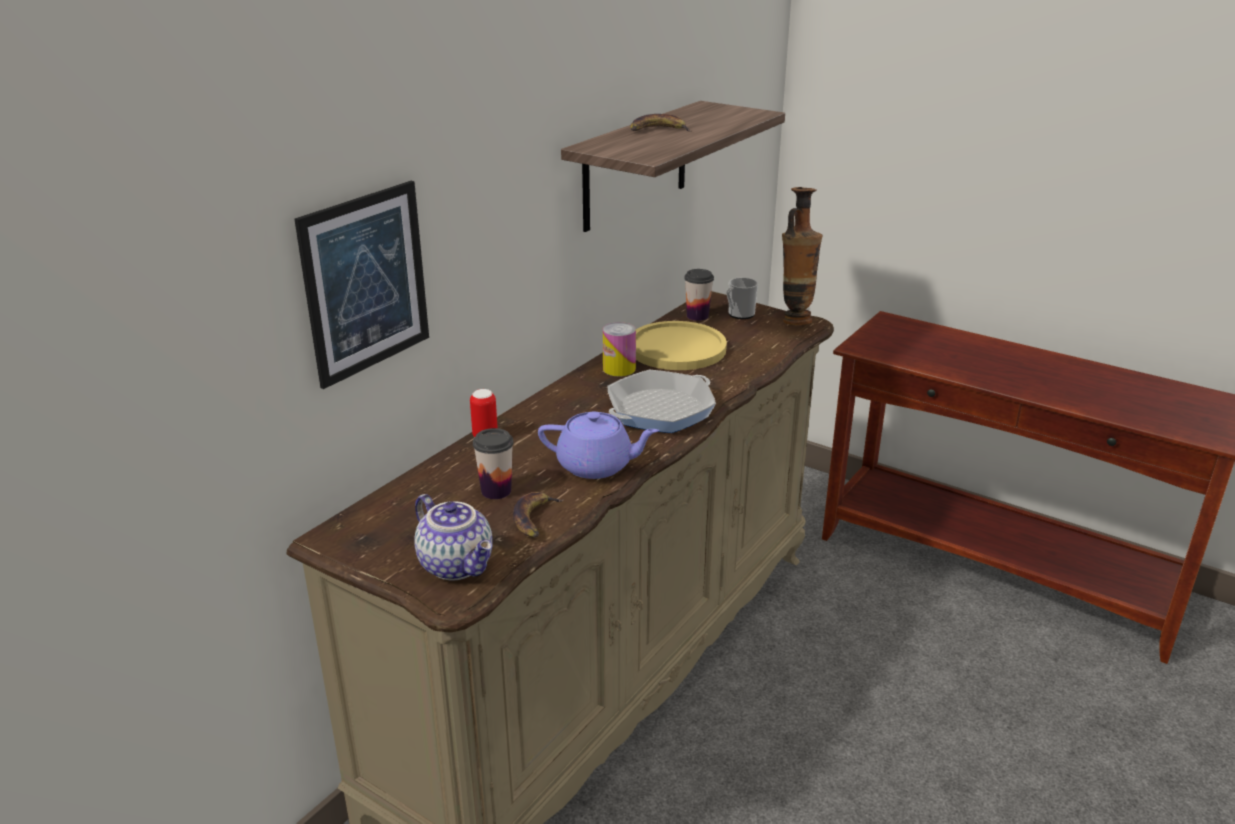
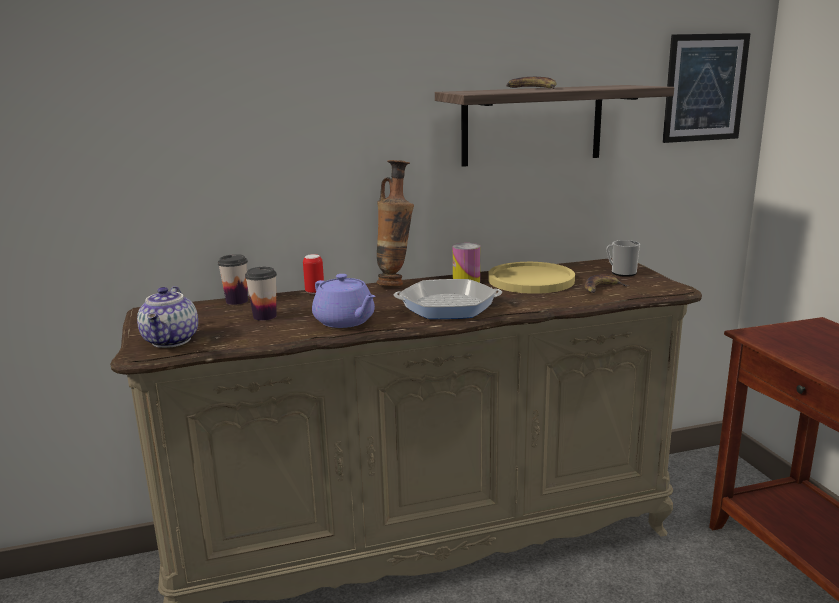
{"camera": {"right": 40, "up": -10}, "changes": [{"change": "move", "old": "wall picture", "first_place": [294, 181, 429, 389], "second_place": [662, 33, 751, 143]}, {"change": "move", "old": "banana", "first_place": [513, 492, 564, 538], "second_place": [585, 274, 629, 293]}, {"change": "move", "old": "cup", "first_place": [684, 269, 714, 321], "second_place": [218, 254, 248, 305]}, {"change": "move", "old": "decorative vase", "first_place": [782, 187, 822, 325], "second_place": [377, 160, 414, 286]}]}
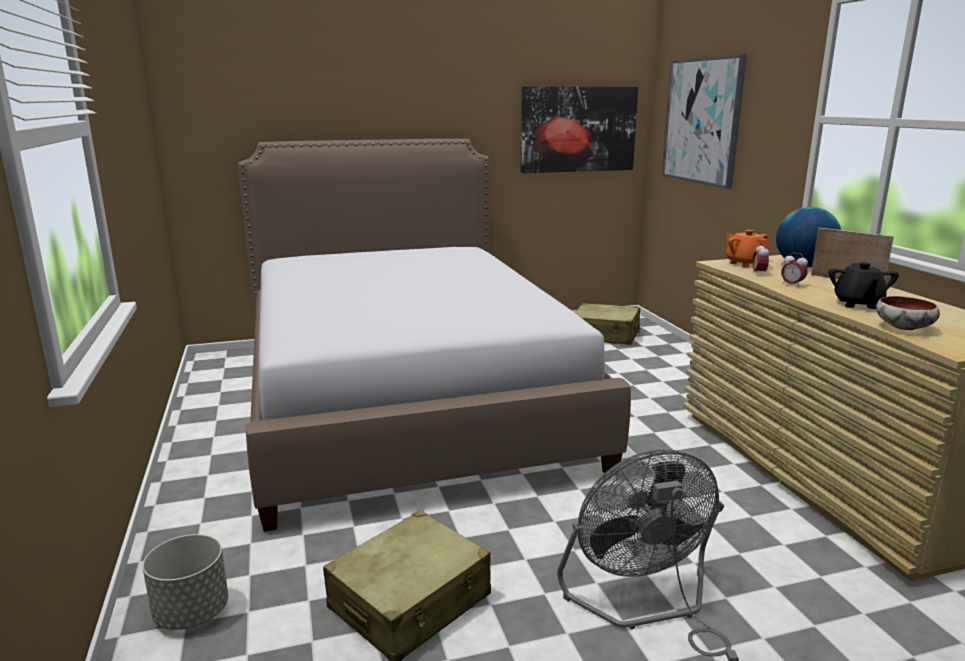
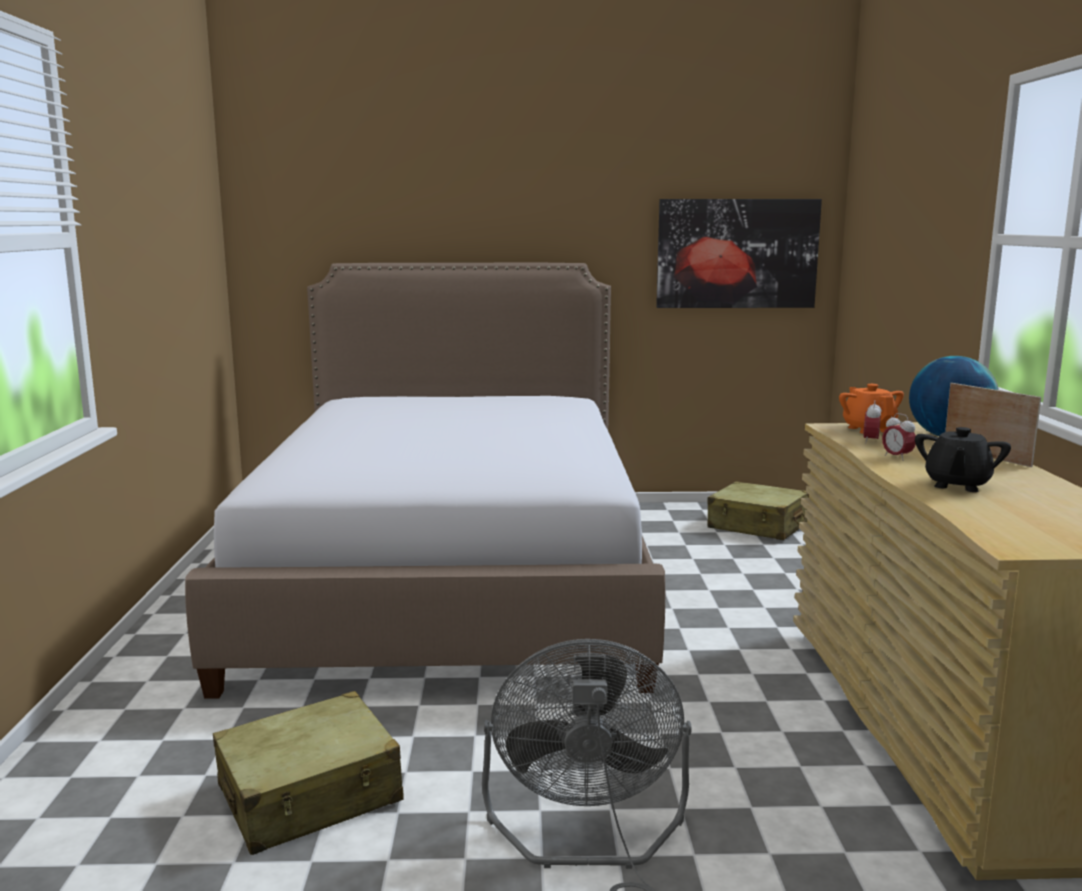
{"camera": {"right": 15, "up": -5}, "changes": [{"change": "delete", "old": "planter (gray)", "first_place": [142, 534, 228, 630]}, {"change": "delete", "old": "wall picture", "first_place": [662, 54, 747, 189]}, {"change": "delete", "old": "deep dish", "first_place": [877, 296, 940, 330]}]}
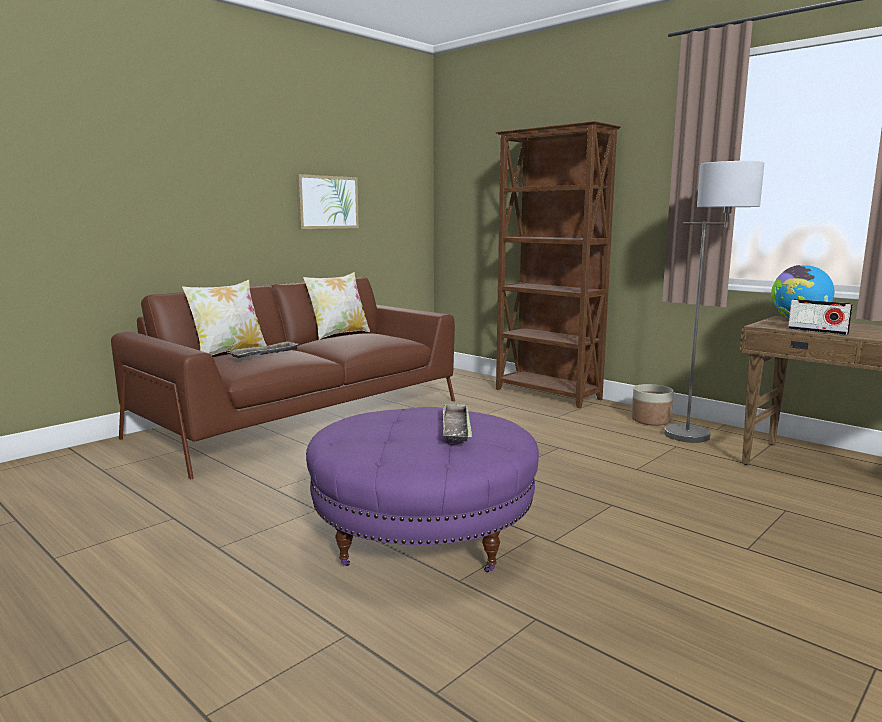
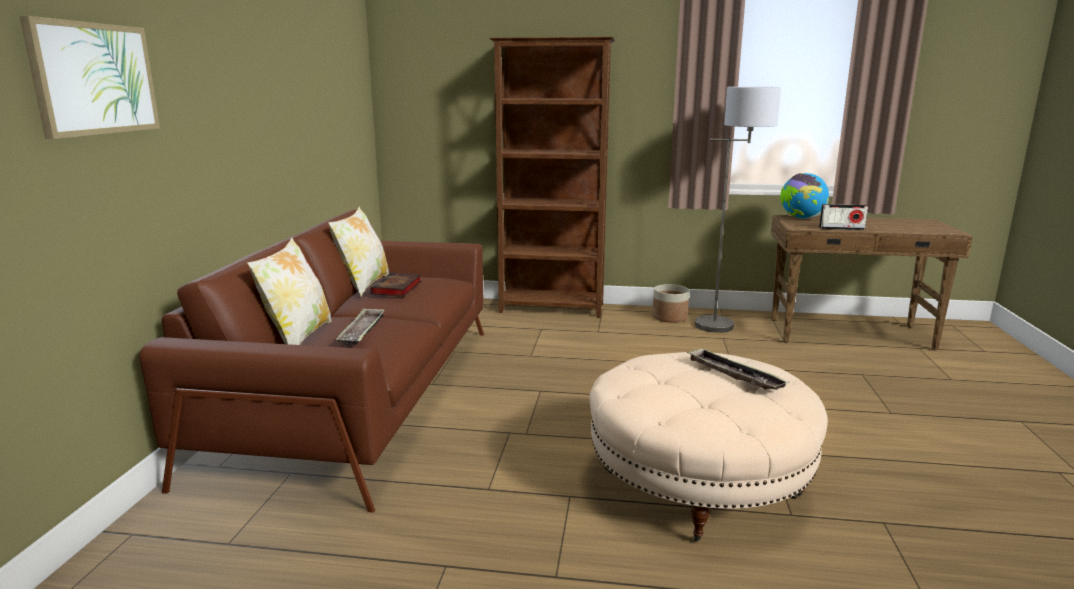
{"camera": {"right": -35, "up": 5}, "changes": [{"change": "move", "old": "wall picture", "first_place": [296, 174, 359, 229], "second_place": [20, 16, 160, 139]}, {"change": "recolor", "old": "ottoman (purplish)", "new": "ottoman (sand-coloured)", "first_place": [306, 407, 539, 572], "second_place": [590, 352, 828, 542]}, {"change": "insert", "new": "book", "second_place": [370, 273, 422, 297]}]}
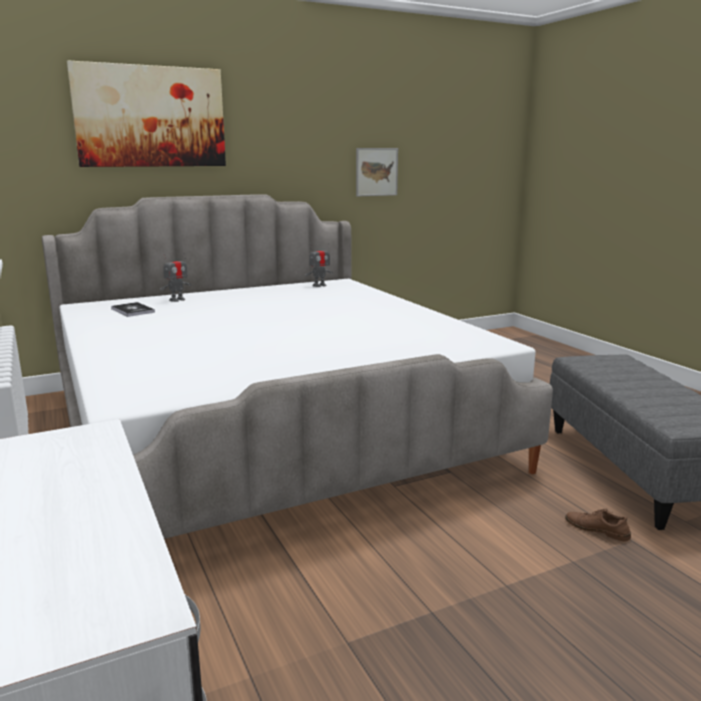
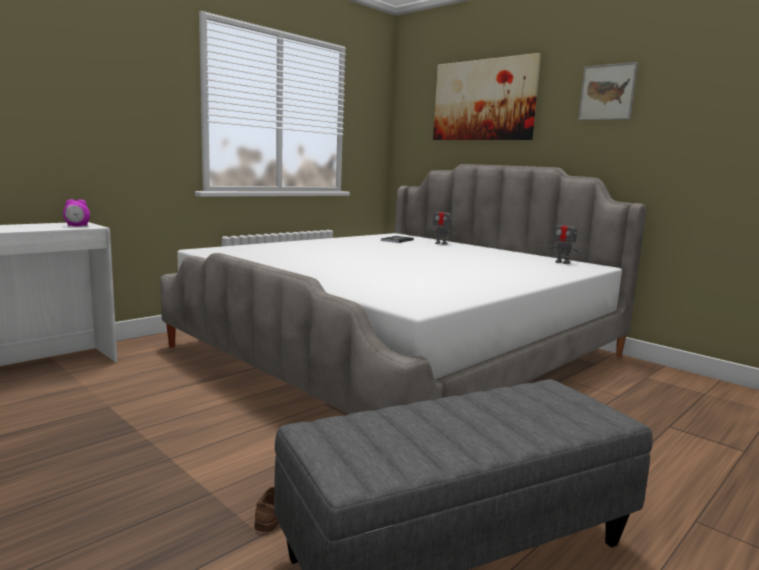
{"camera": {"right": 70, "up": -5}, "changes": [{"change": "move", "old": "wall picture", "first_place": [356, 148, 398, 197], "second_place": [578, 62, 638, 121]}, {"change": "insert", "new": "bedside clock", "second_place": [63, 199, 90, 226]}]}
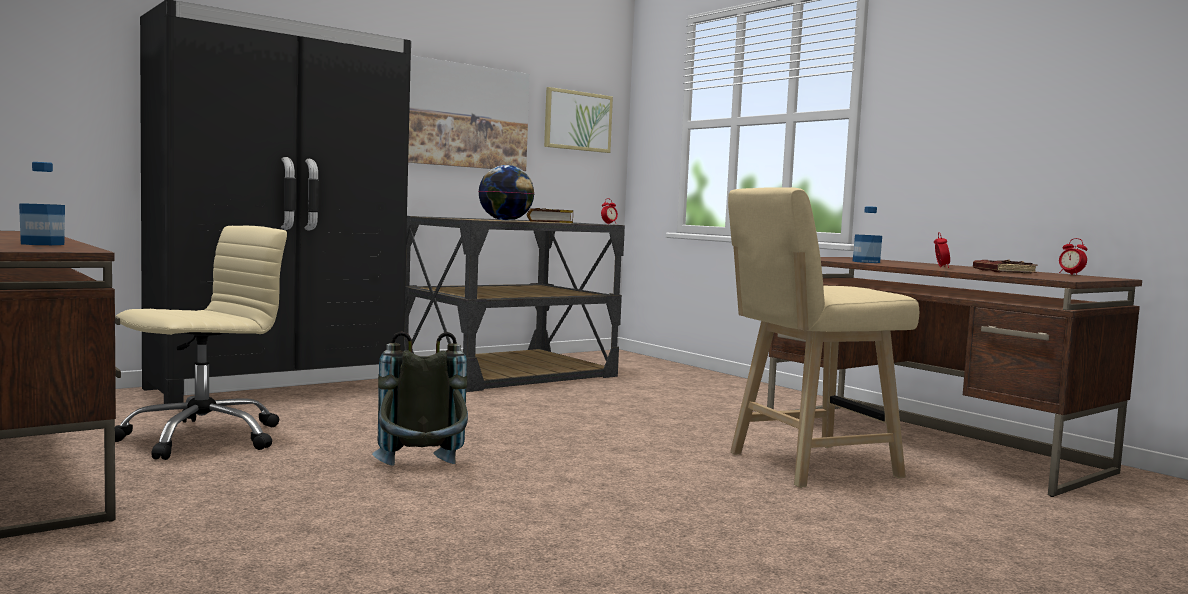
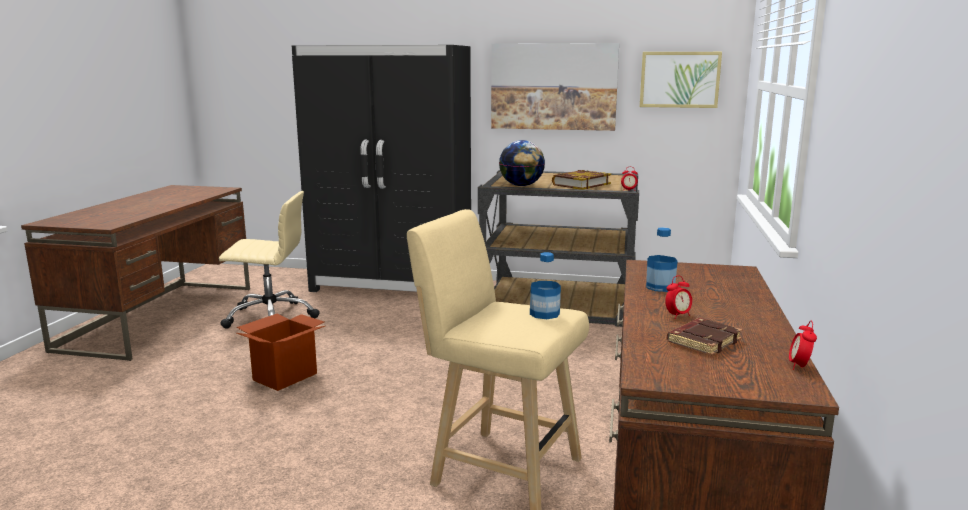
{"camera": {"right": 50, "up": 10}, "changes": [{"change": "move", "old": "beverage bottle", "first_place": [19, 162, 65, 245], "second_place": [530, 252, 561, 319]}, {"change": "replace", "old": "backpack (gray)", "new": "packing box", "first_place": [372, 332, 468, 465], "second_place": [237, 314, 325, 391]}]}
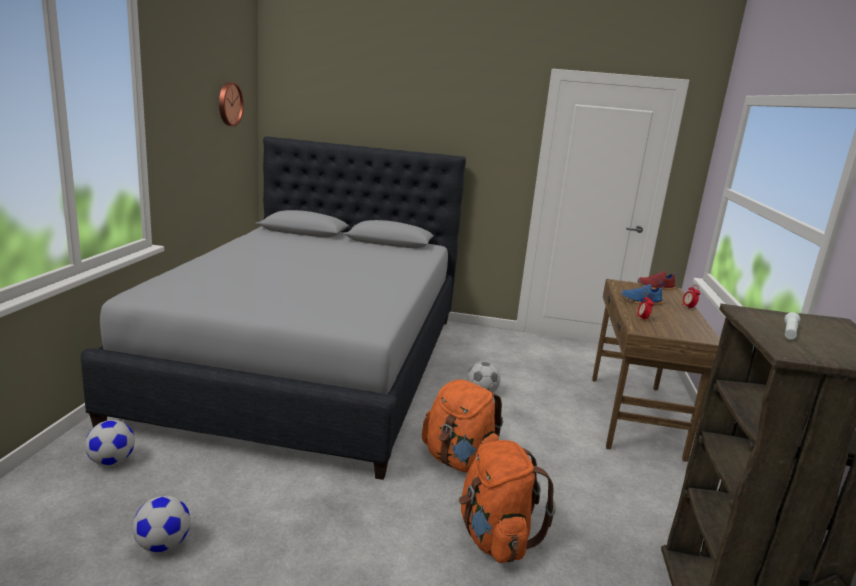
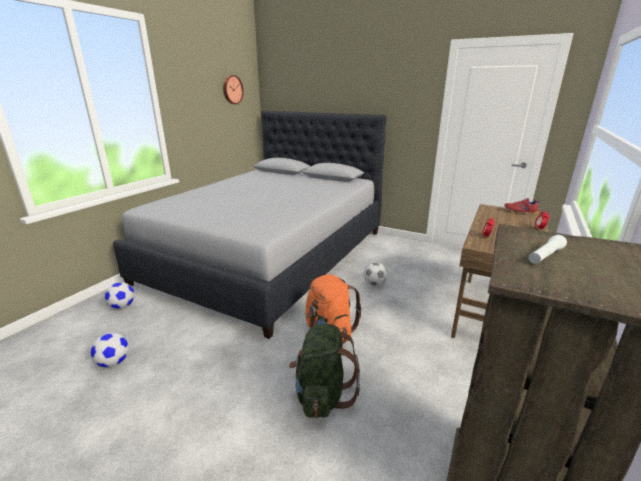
{"camera": {"right": 20, "up": 5}, "changes": [{"change": "recolor", "old": "backpack (orange)", "new": "backpack (greenish)", "first_place": [459, 440, 556, 563], "second_place": [289, 324, 360, 418]}, {"change": "delete", "old": "shoe (bluish)", "first_place": [621, 284, 665, 305]}]}
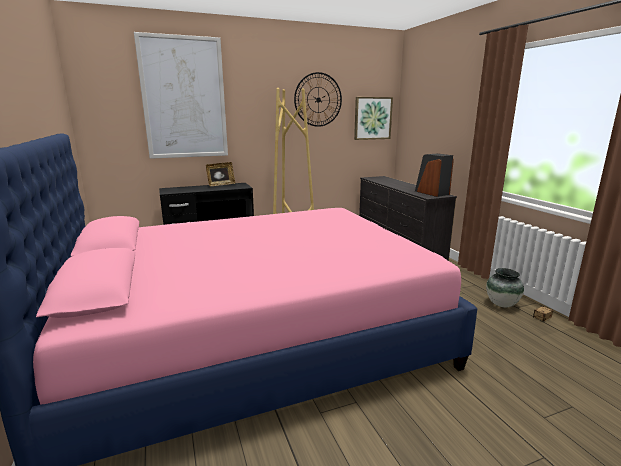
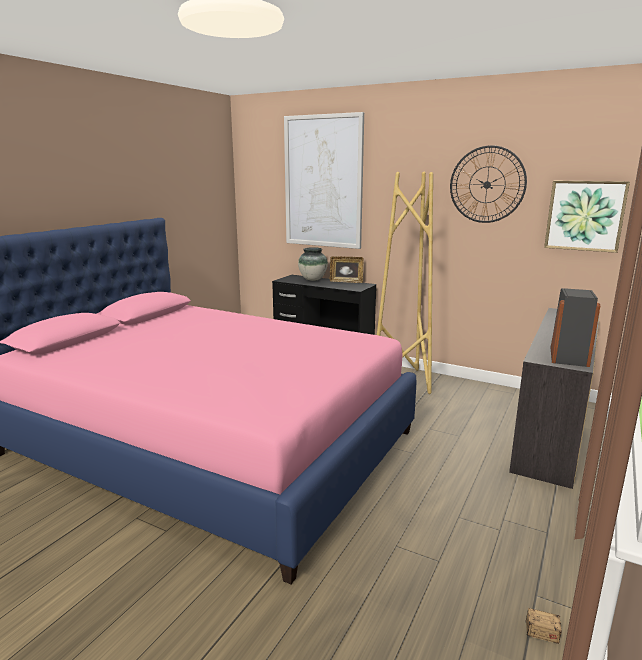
{"camera": {"right": 50, "up": 0}, "changes": [{"change": "move", "old": "decorative vase", "first_place": [486, 268, 524, 307], "second_place": [298, 247, 328, 281]}]}
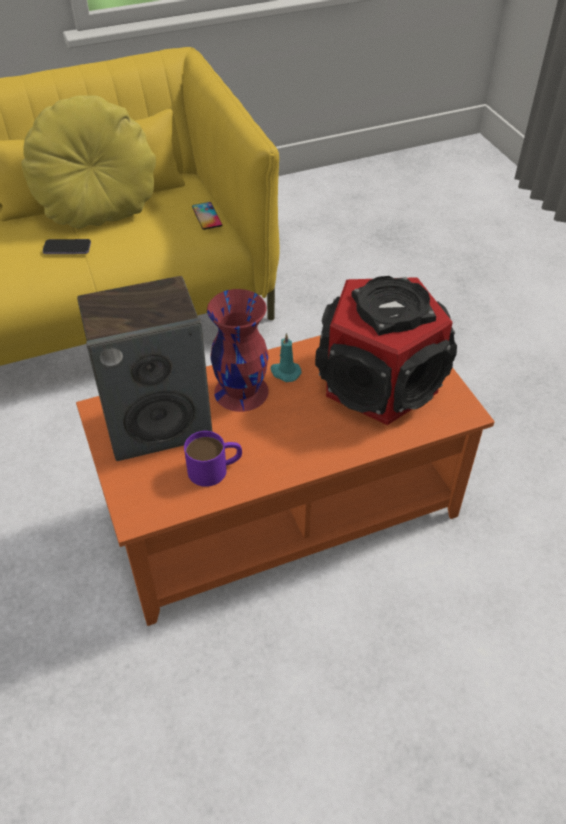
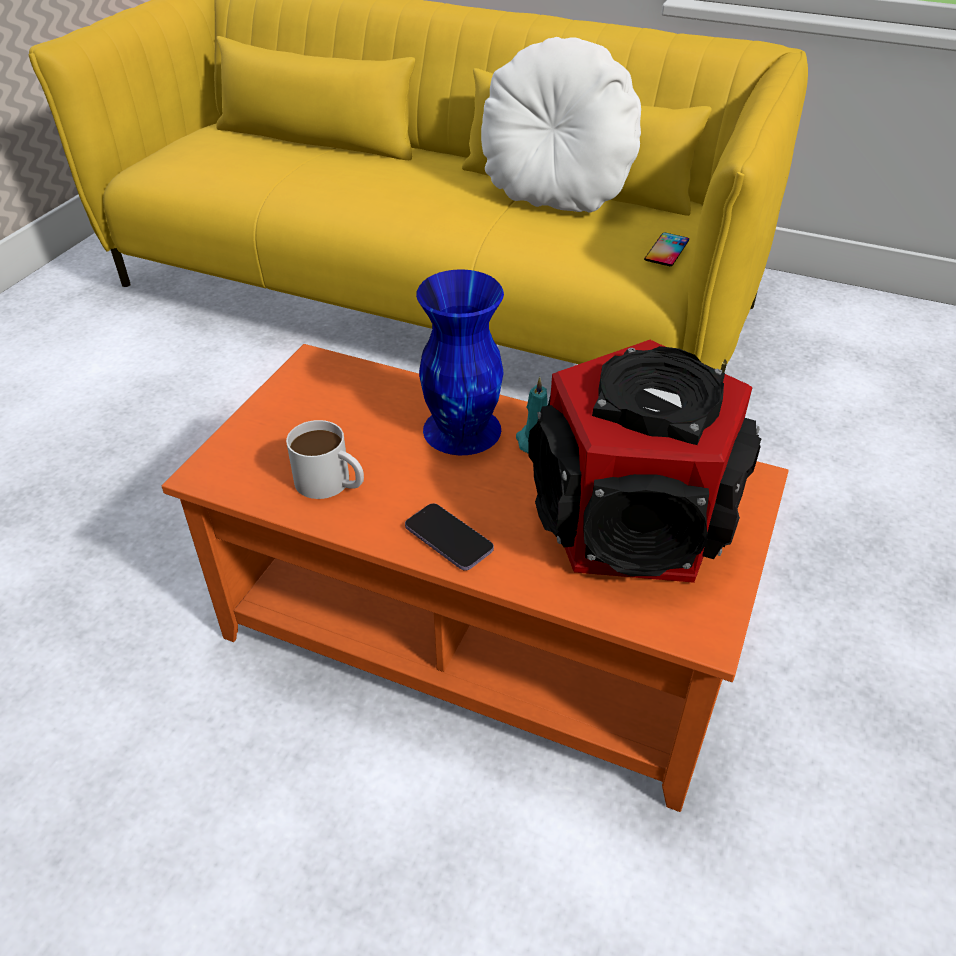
{"camera": {"right": 45, "up": -5}, "changes": [{"change": "recolor", "old": "throw pillow (yellow)", "new": "throw pillow (white)", "first_place": [21, 95, 156, 229], "second_place": [481, 37, 641, 212]}, {"change": "move", "old": "handset", "first_place": [42, 239, 91, 254], "second_place": [405, 503, 494, 571]}, {"change": "delete", "old": "speaker", "first_place": [77, 276, 212, 461]}, {"change": "recolor", "old": "coffee mug (purplish)", "new": "coffee mug (white)", "first_place": [184, 431, 242, 487], "second_place": [286, 420, 364, 499]}, {"change": "recolor", "old": "decorative vase (red-coloured)", "new": "decorative vase (bluish)", "first_place": [207, 289, 269, 412], "second_place": [416, 270, 504, 455]}]}
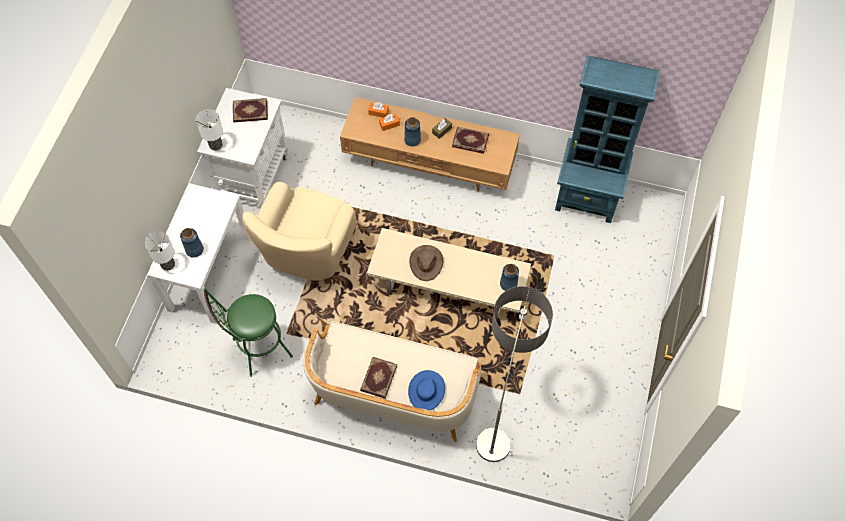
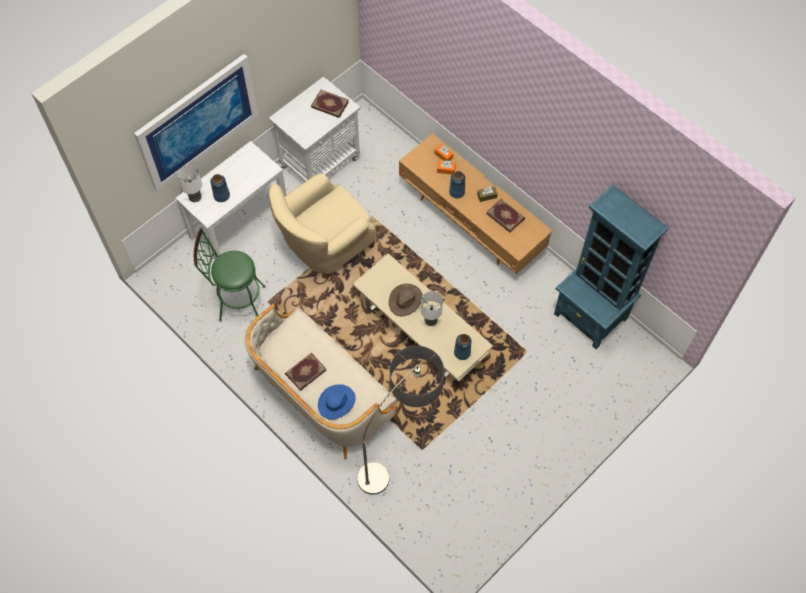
{"camera": {"right": 30, "up": 0}, "changes": [{"change": "move", "old": "lamp for a table", "first_place": [196, 109, 223, 151], "second_place": [421, 291, 443, 326]}, {"change": "insert", "new": "wall picture", "second_place": [134, 54, 259, 192]}]}
